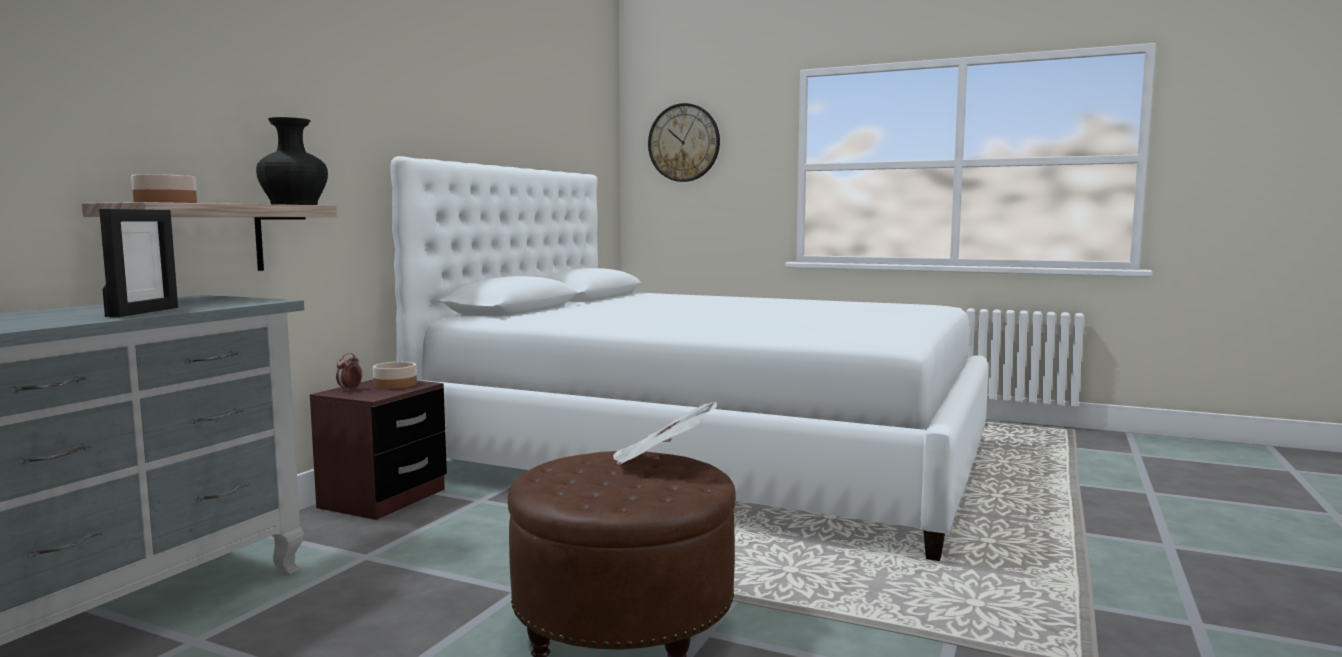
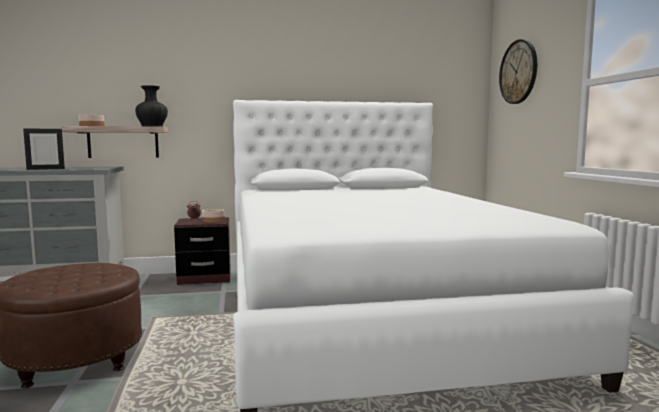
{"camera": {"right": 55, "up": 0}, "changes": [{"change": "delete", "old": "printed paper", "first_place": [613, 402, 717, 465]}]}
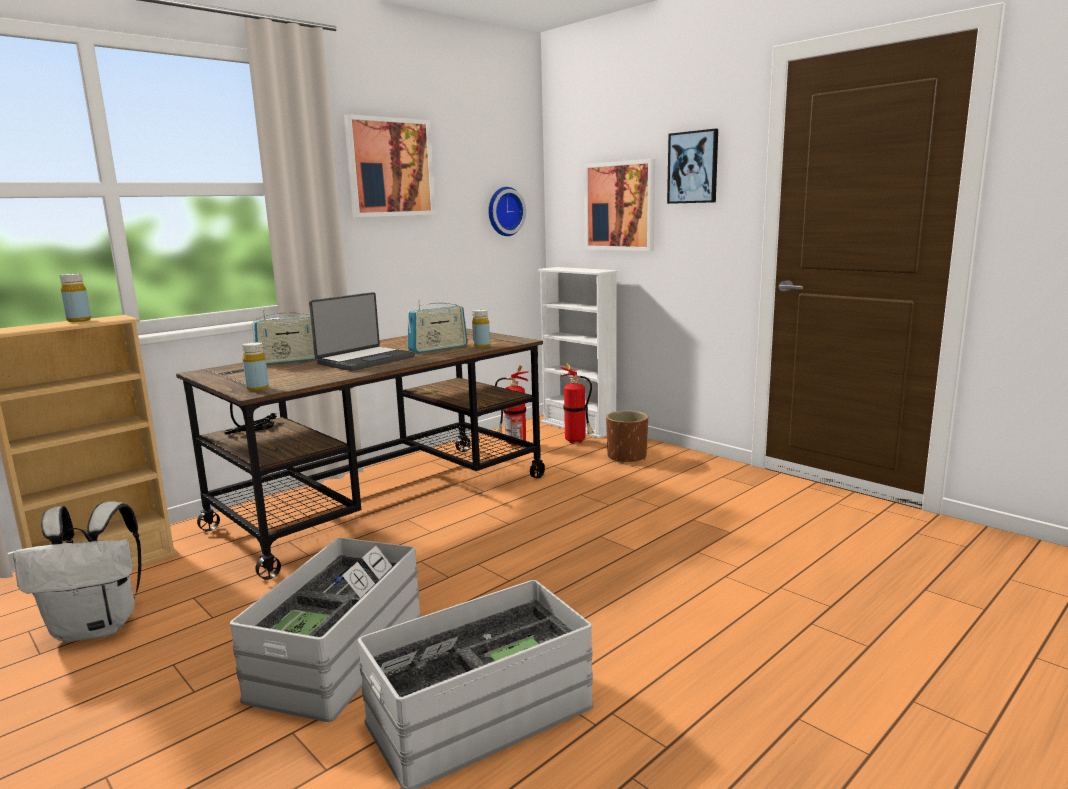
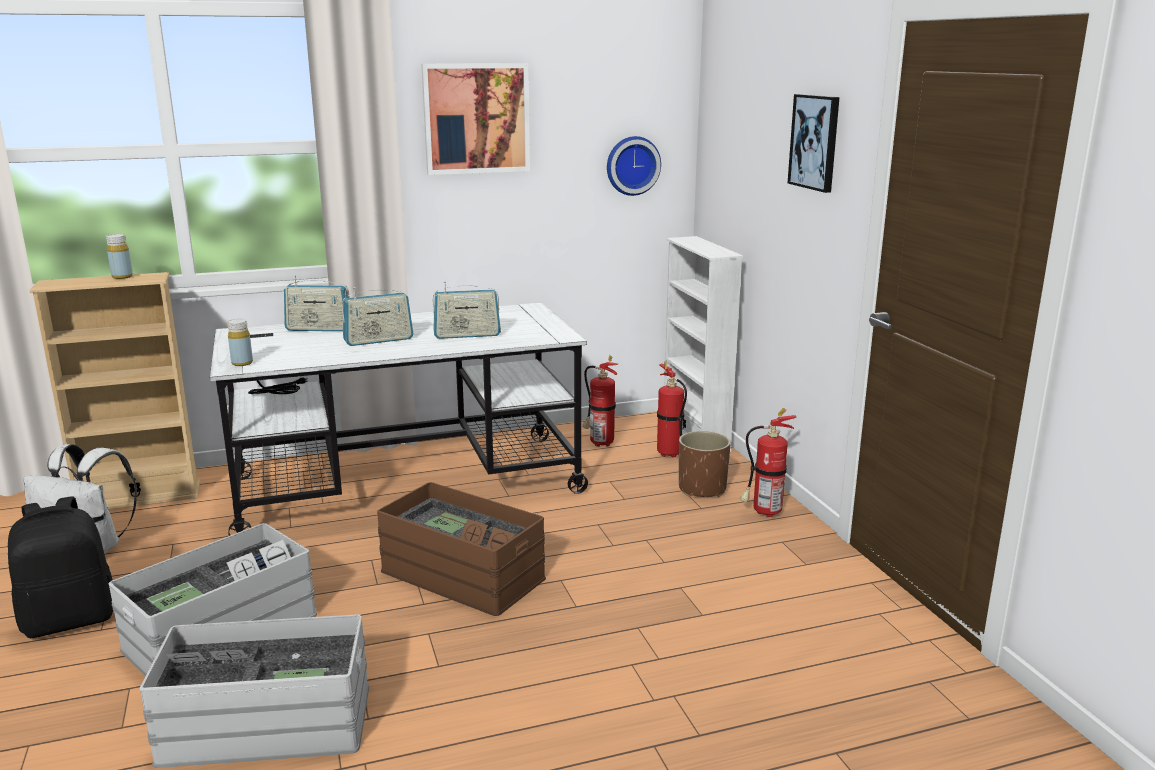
{"camera": {"right": 25, "up": 5}, "changes": [{"change": "recolor", "old": "desk unit (brown-coloured)", "new": "desk unit (white)", "first_place": [176, 329, 545, 580], "second_place": [210, 302, 588, 536]}, {"change": "replace", "old": "laptop", "new": "radio", "first_place": [309, 292, 415, 371], "second_place": [342, 287, 413, 346]}, {"change": "delete", "old": "beverage bottle (yellow)", "first_place": [472, 309, 490, 348]}, {"change": "delete", "old": "wall picture", "first_place": [584, 159, 655, 251]}, {"change": "insert", "new": "backpack (blackish)", "second_place": [8, 497, 113, 638]}, {"change": "insert", "new": "storage box (brown-coloured)", "second_place": [377, 482, 546, 616]}, {"change": "insert", "new": "fire extinguisher", "second_place": [740, 408, 796, 517]}]}
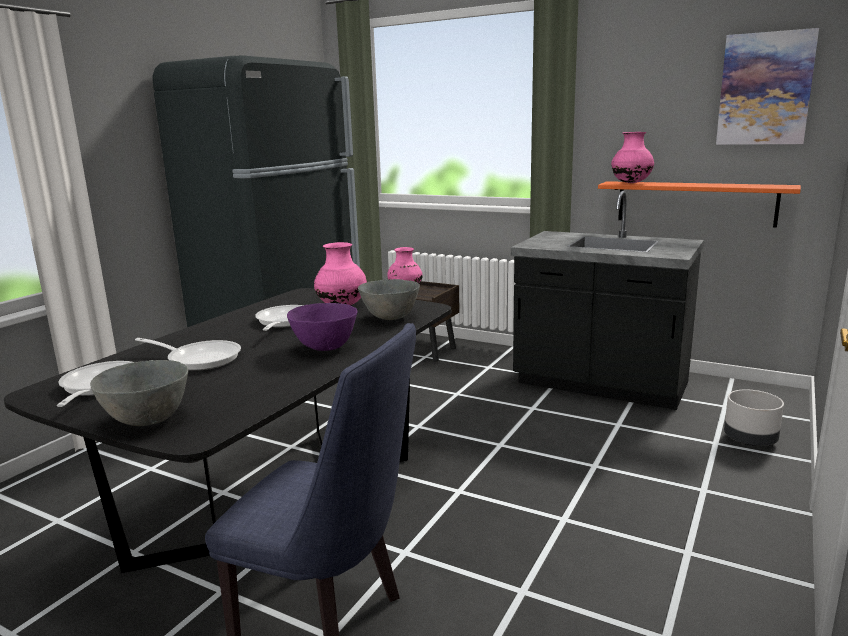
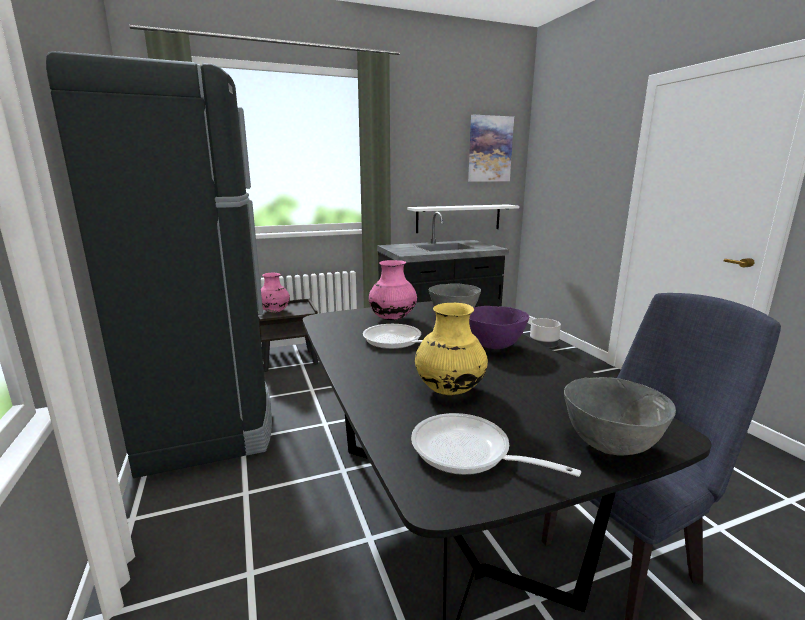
{"camera": {"right": -50, "up": 0}, "changes": [{"change": "replace", "old": "frying pan", "new": "decorative vase (yellow)", "first_place": [135, 338, 241, 371], "second_place": [415, 303, 488, 395]}, {"change": "recolor", "old": "shelf (orange)", "new": "shelf (white)", "first_place": [598, 181, 801, 228], "second_place": [407, 204, 519, 233]}, {"change": "delete", "old": "decorative vase (pink-coloured)", "first_place": [611, 132, 654, 183]}]}
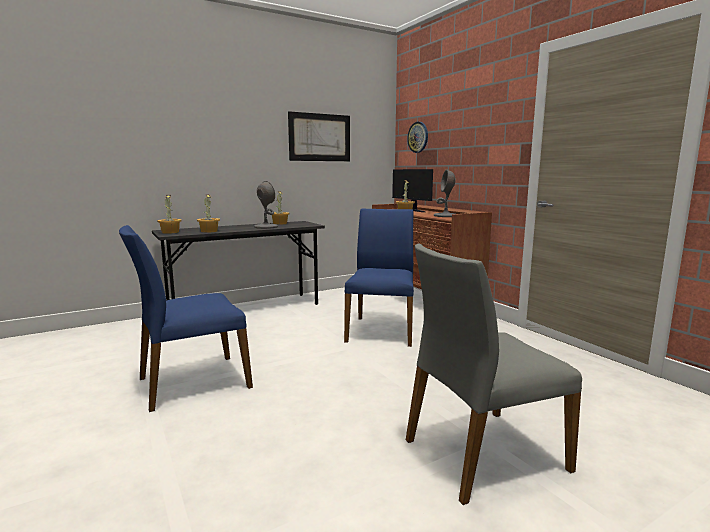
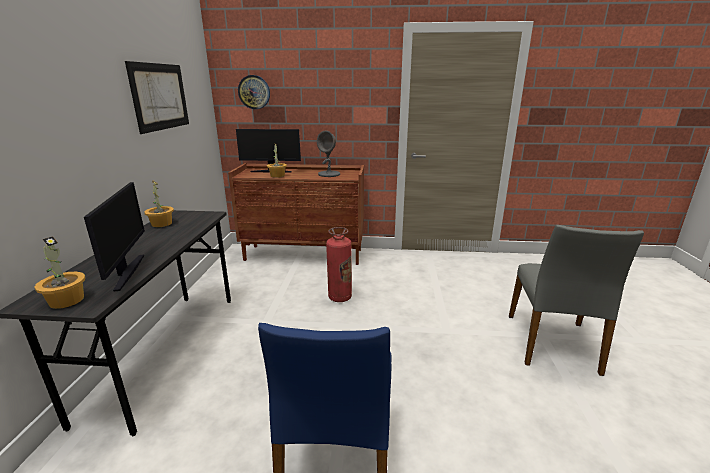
{"camera": {"right": -55, "up": 10}, "changes": [{"change": "replace", "old": "plant in a pot", "new": "computer display", "first_place": [197, 194, 220, 233], "second_place": [84, 182, 145, 291]}, {"change": "delete", "old": "lamp for a table (gray)", "first_place": [254, 181, 278, 229]}, {"change": "replace", "old": "plain chair (bluish)", "new": "fire extinguisher", "first_place": [344, 209, 414, 347], "second_place": [326, 227, 352, 302]}]}
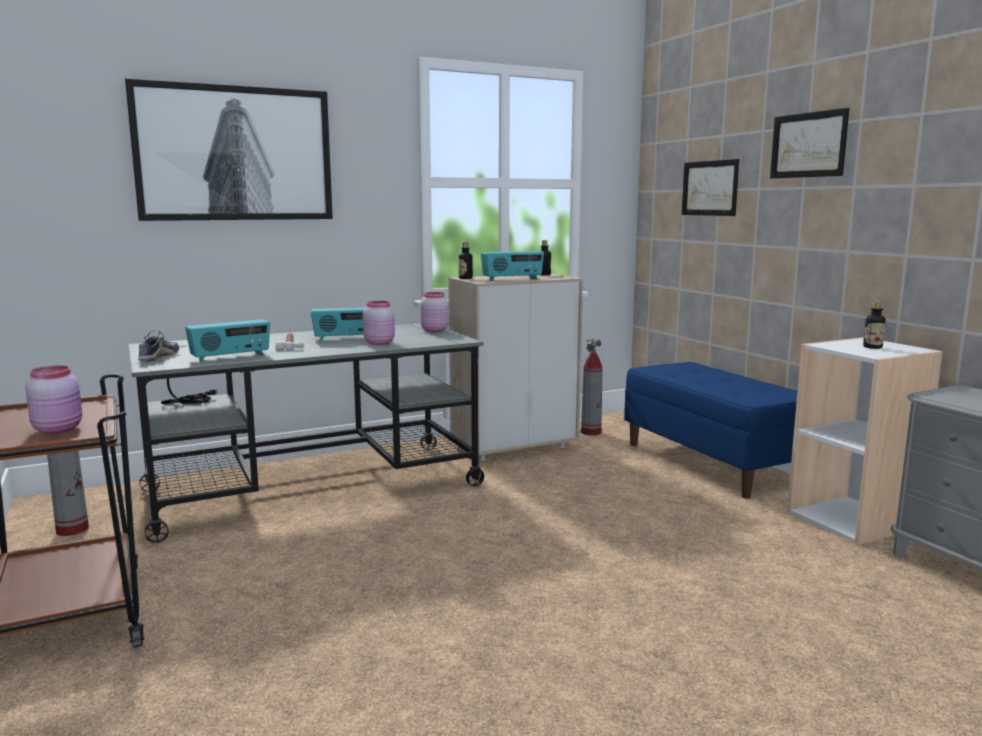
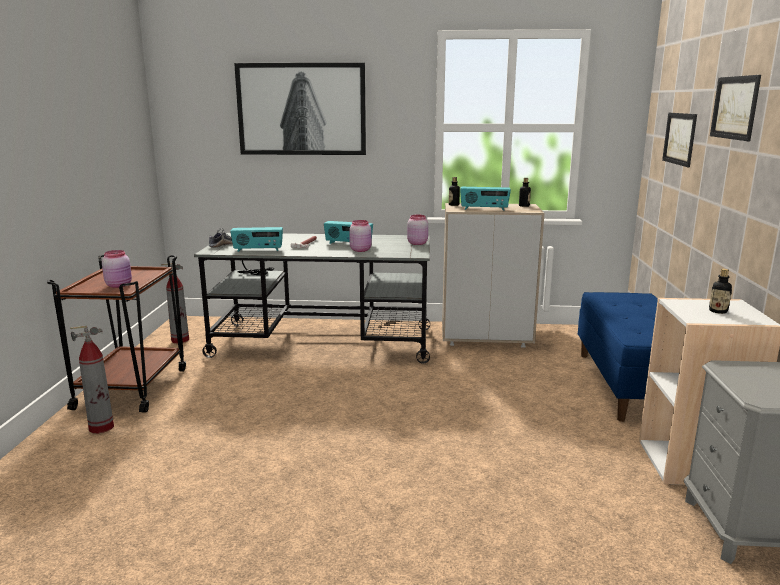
{"camera": {"right": 30, "up": 5}, "changes": [{"change": "move", "old": "fire extinguisher", "first_place": [581, 339, 603, 435], "second_place": [70, 326, 114, 433]}]}
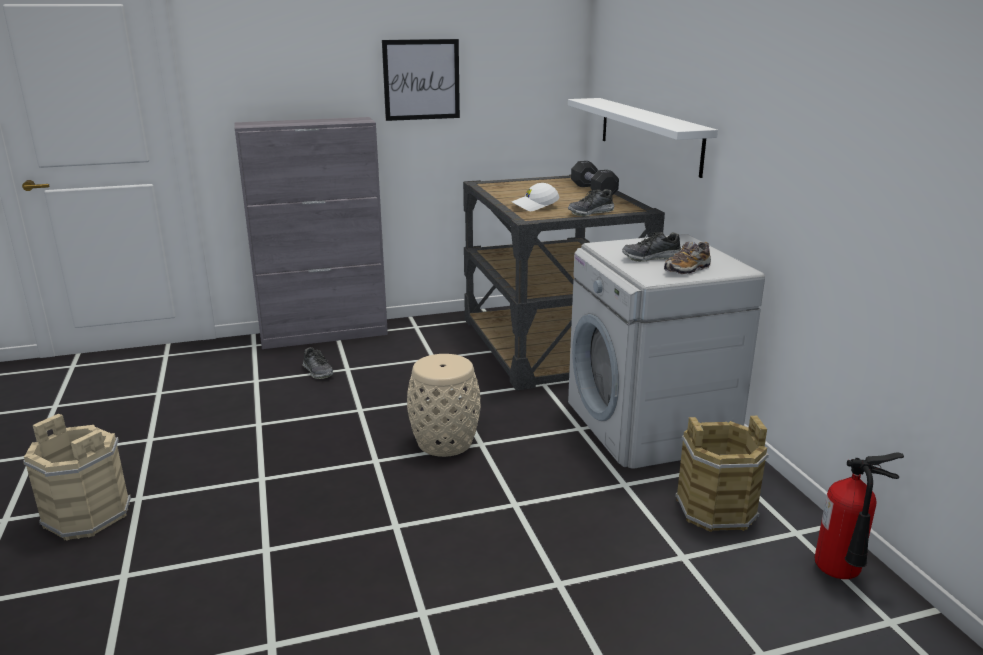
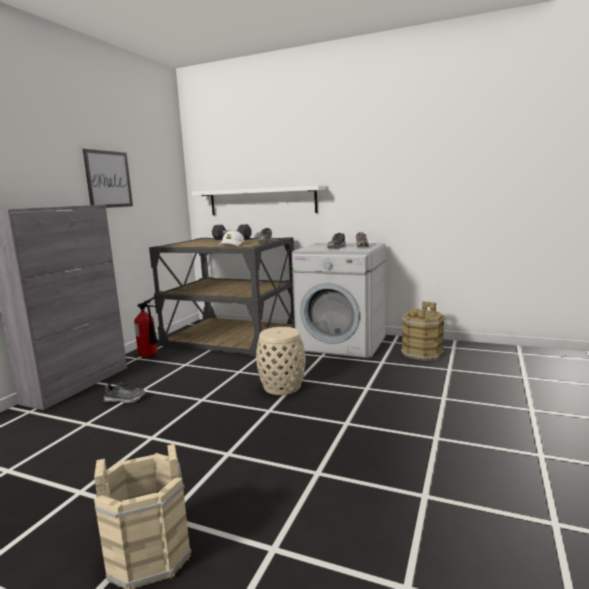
{"camera": {"right": -50, "up": -10}, "changes": [{"change": "move", "old": "fire extinguisher", "first_place": [814, 453, 904, 579], "second_place": [134, 296, 158, 357]}]}
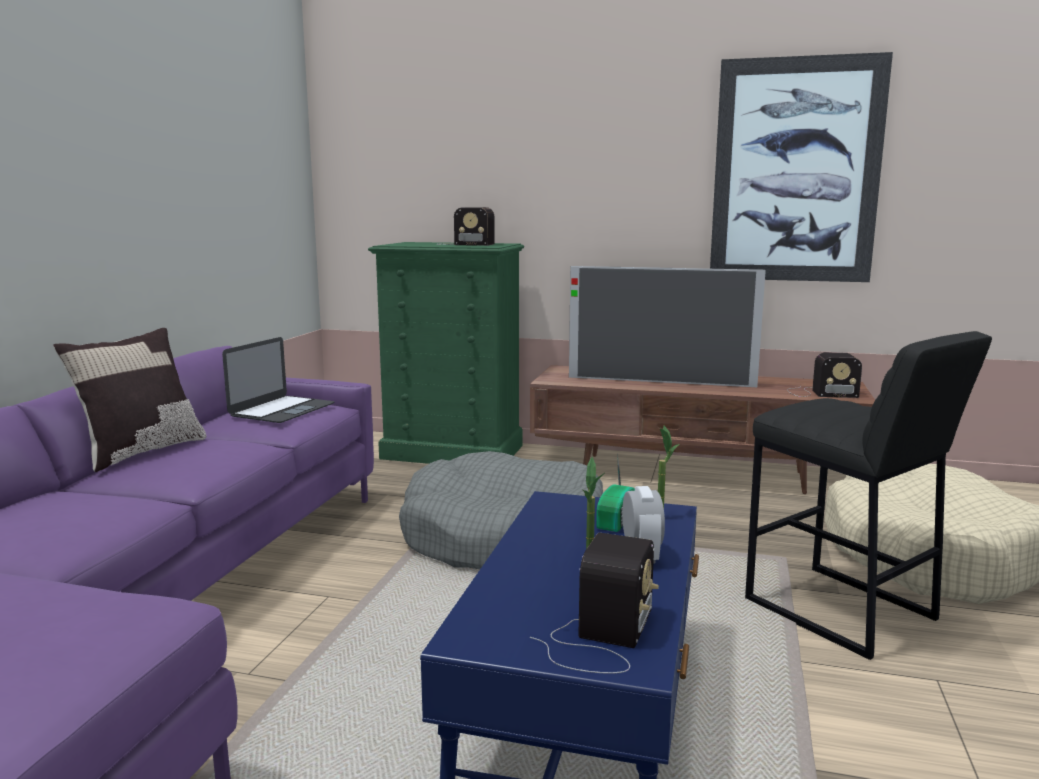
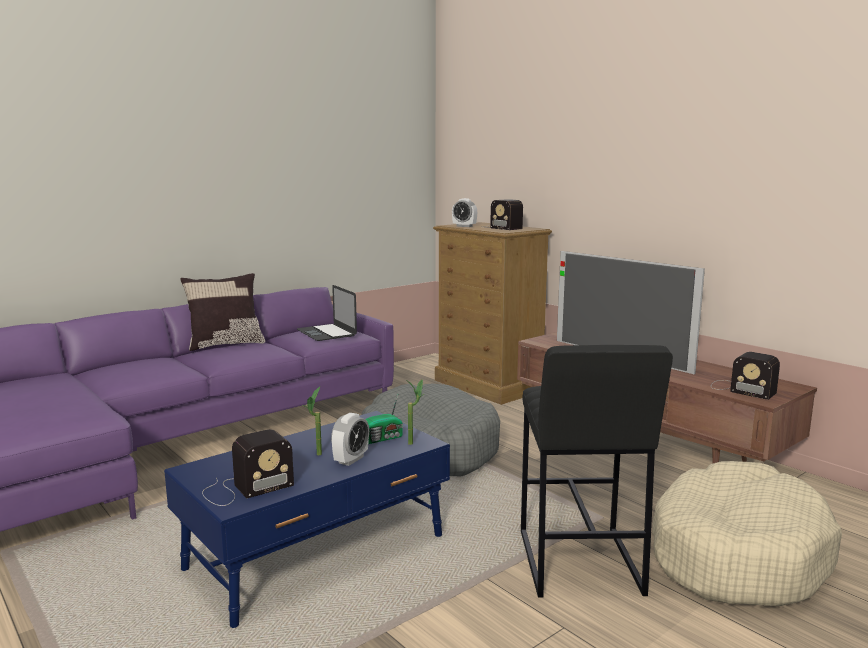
{"camera": {"right": 35, "up": 0}, "changes": [{"change": "rotate", "old": "laptop", "first_place": [222, 337, 334, 423], "second_place": [297, 285, 357, 341], "degrees": 90}, {"change": "recolor", "old": "chest of drawers (greenish)", "new": "chest of drawers (brown-coloured)", "first_place": [368, 242, 524, 464], "second_place": [433, 222, 552, 405]}, {"change": "delete", "old": "wall picture", "first_place": [710, 52, 893, 282]}, {"change": "insert", "new": "bedside clock", "second_place": [452, 198, 477, 227]}]}
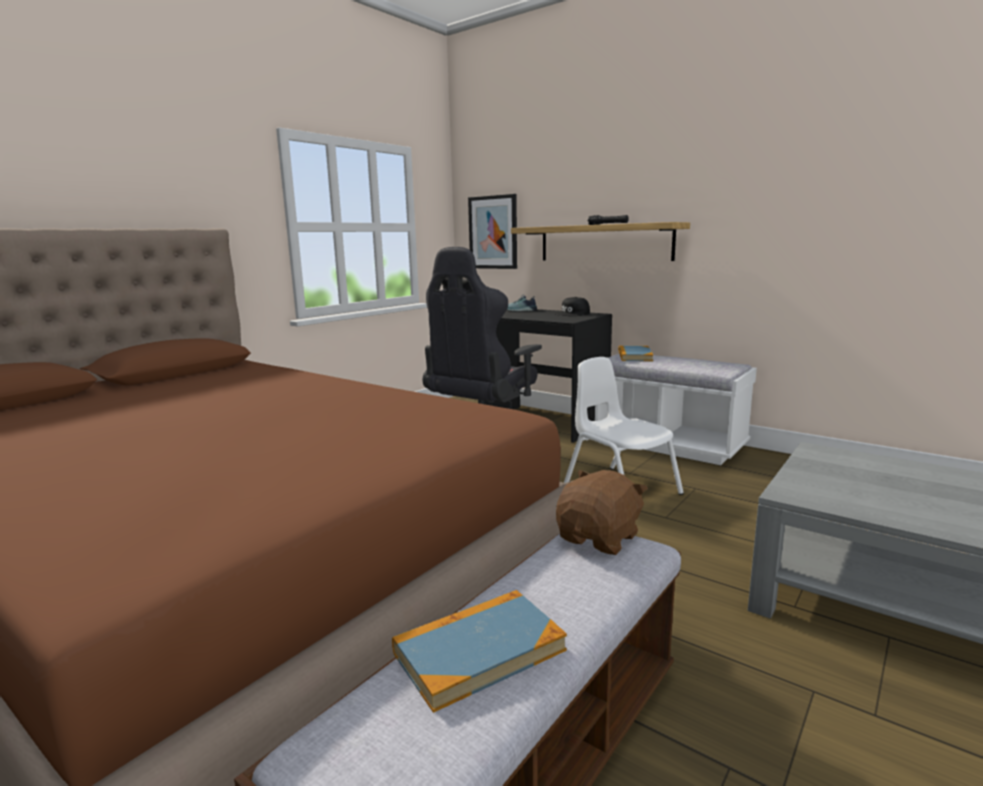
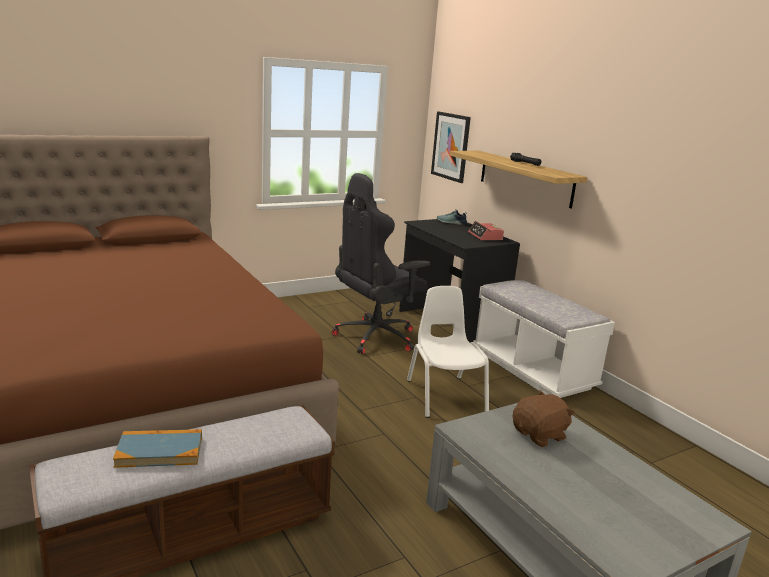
{"camera": {"right": 20, "up": 5}, "changes": [{"change": "replace", "old": "cap (blackish)", "new": "bedside clock", "first_place": [555, 297, 590, 316], "second_place": [468, 221, 504, 240]}, {"change": "move", "old": "cuddly toy (brown-coloured)", "first_place": [556, 470, 648, 555], "second_place": [513, 391, 575, 447]}, {"change": "delete", "old": "book", "first_place": [618, 345, 653, 361]}]}
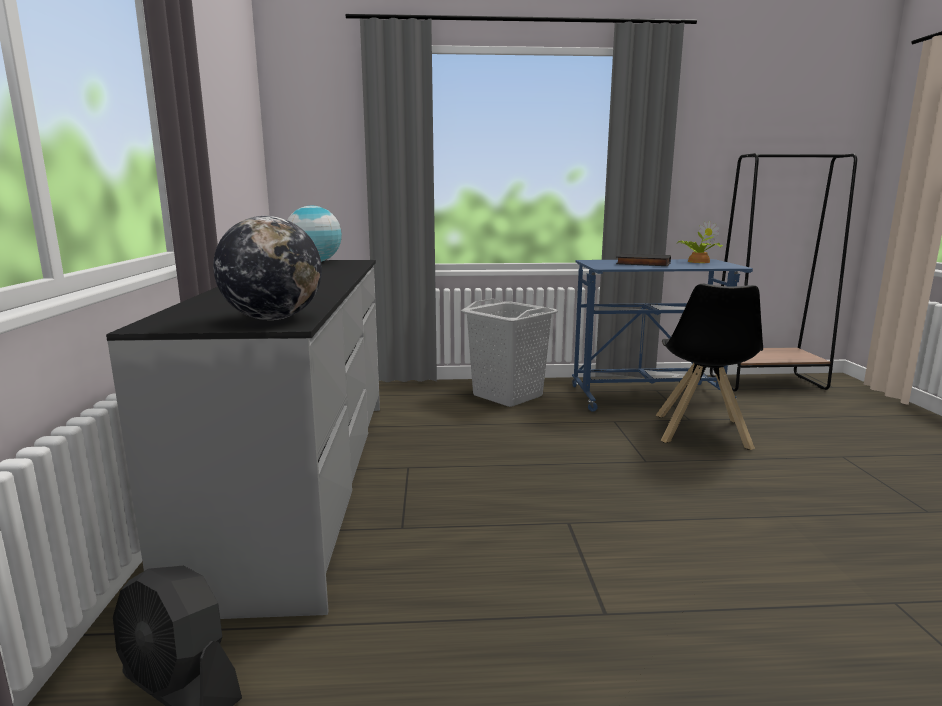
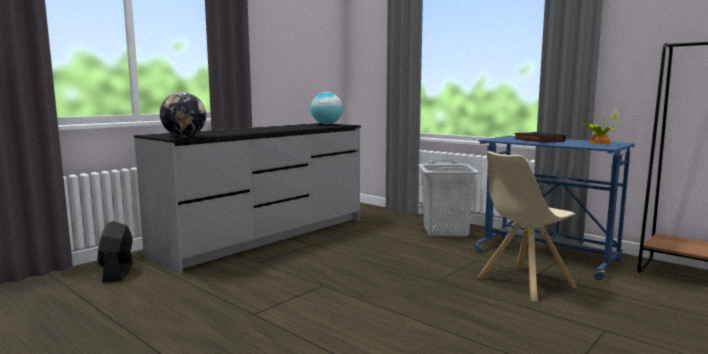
{"camera": {"right": 45, "up": -5}, "changes": [{"change": "recolor", "old": "plain chair (blackish)", "new": "plain chair (sand-coloured)", "first_place": [655, 284, 763, 450], "second_place": [478, 151, 577, 302]}]}
